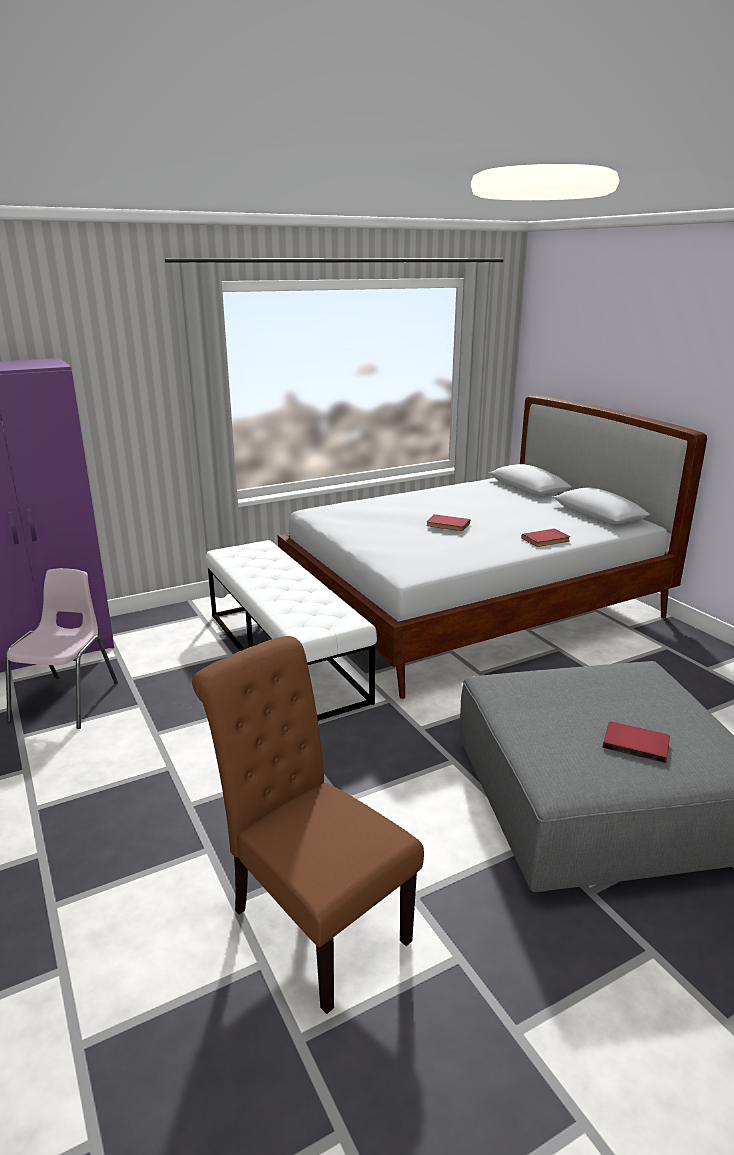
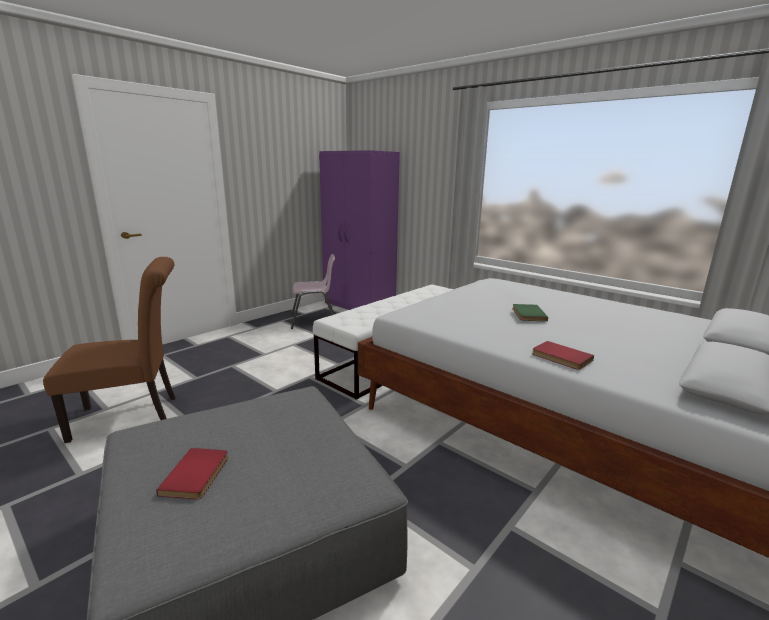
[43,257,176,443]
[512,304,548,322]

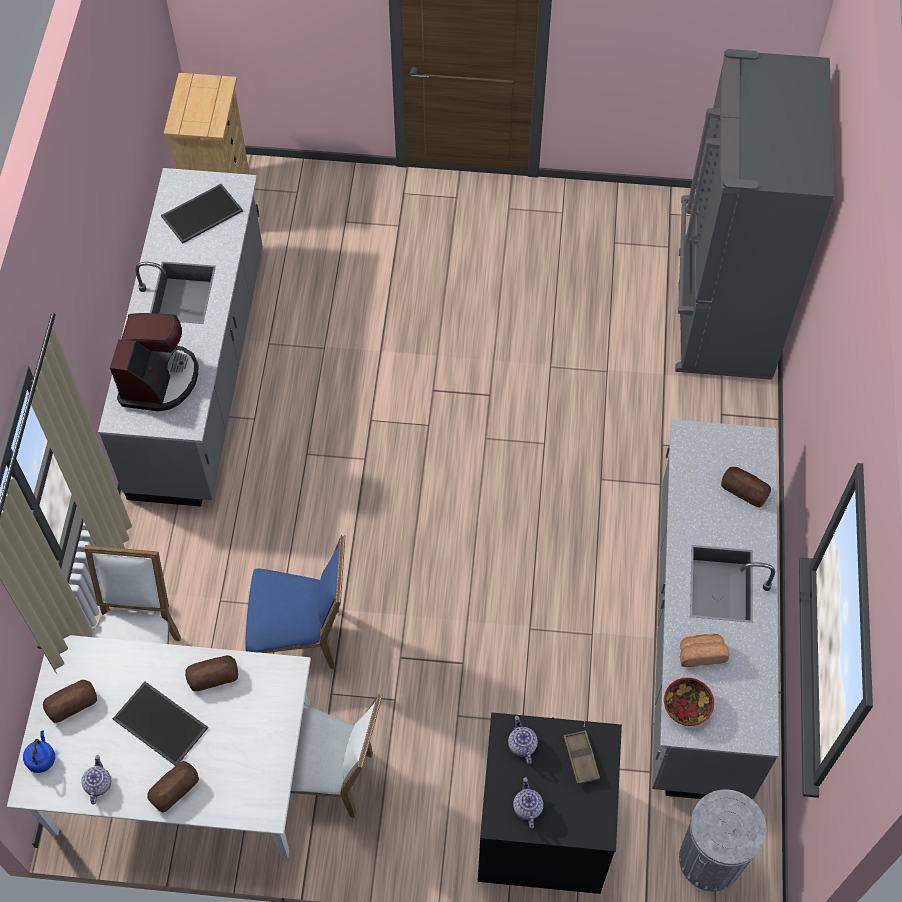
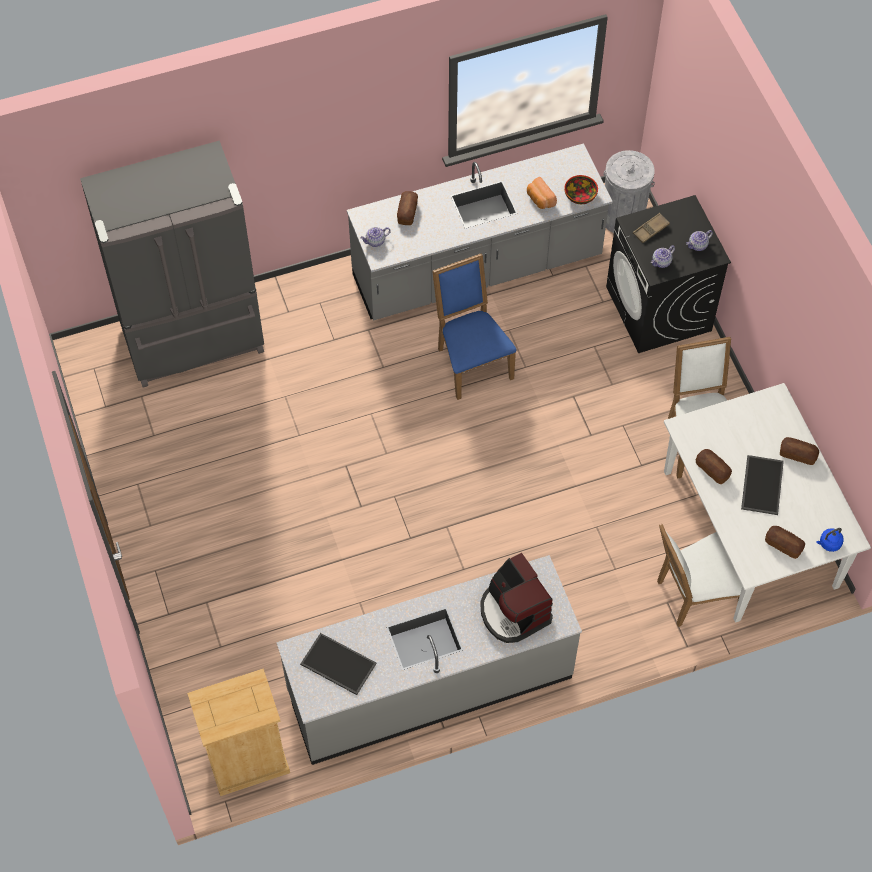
[360,227,391,247]
[432,253,517,400]
[480,553,553,643]

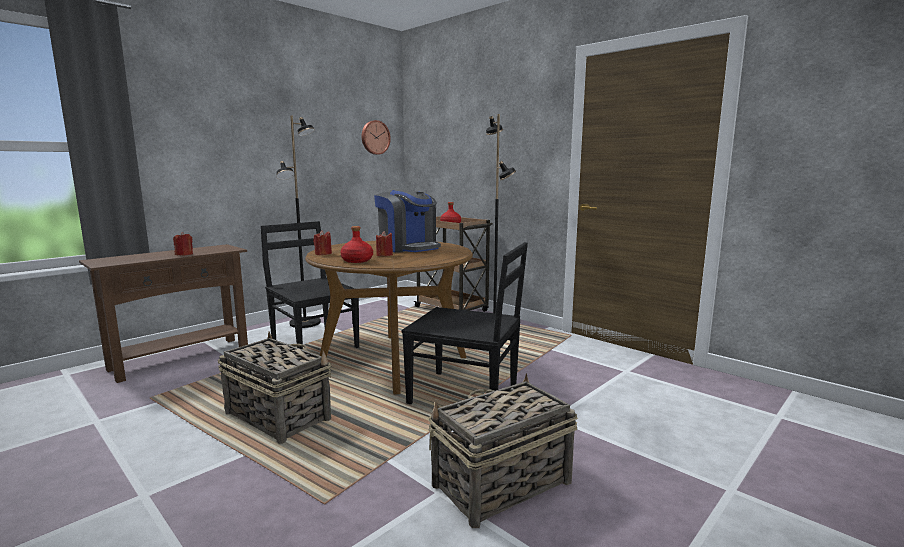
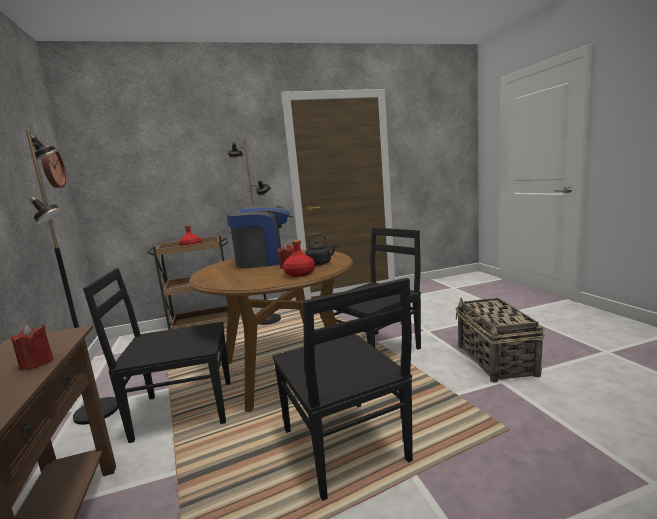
[272,278,413,501]
[305,233,337,265]
[313,230,332,255] (first image)

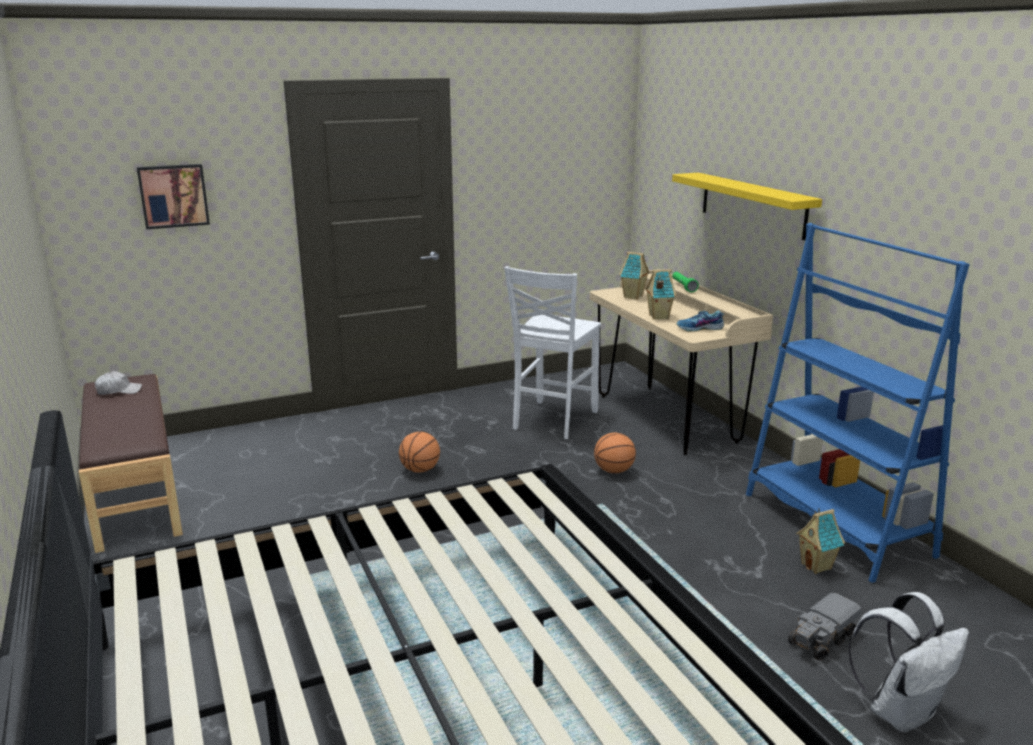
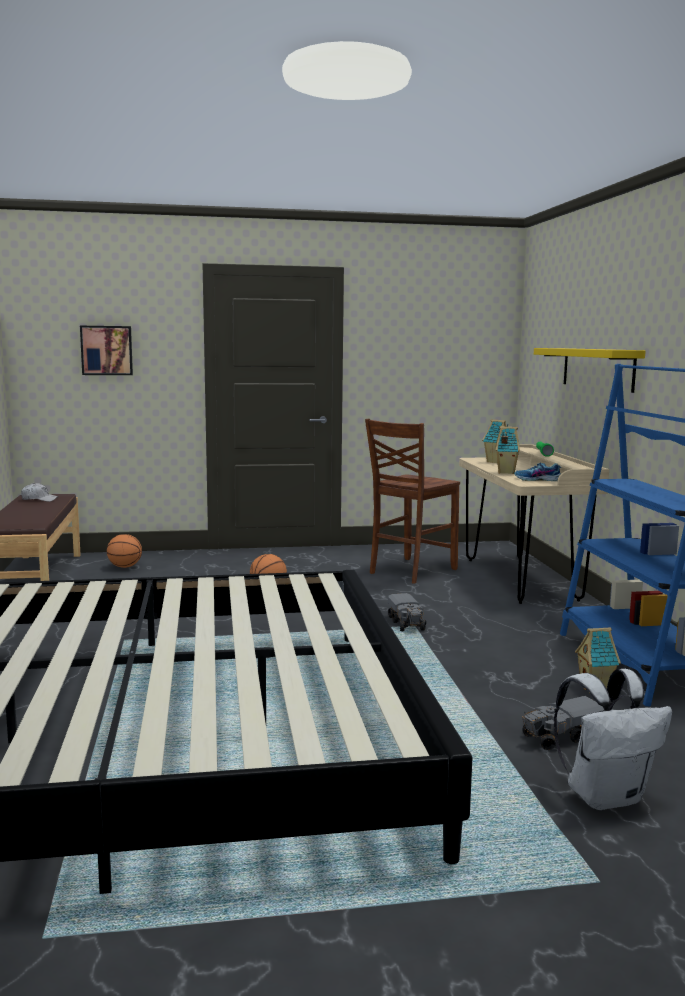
[107,534,142,568]
[365,419,460,584]
[388,593,426,631]

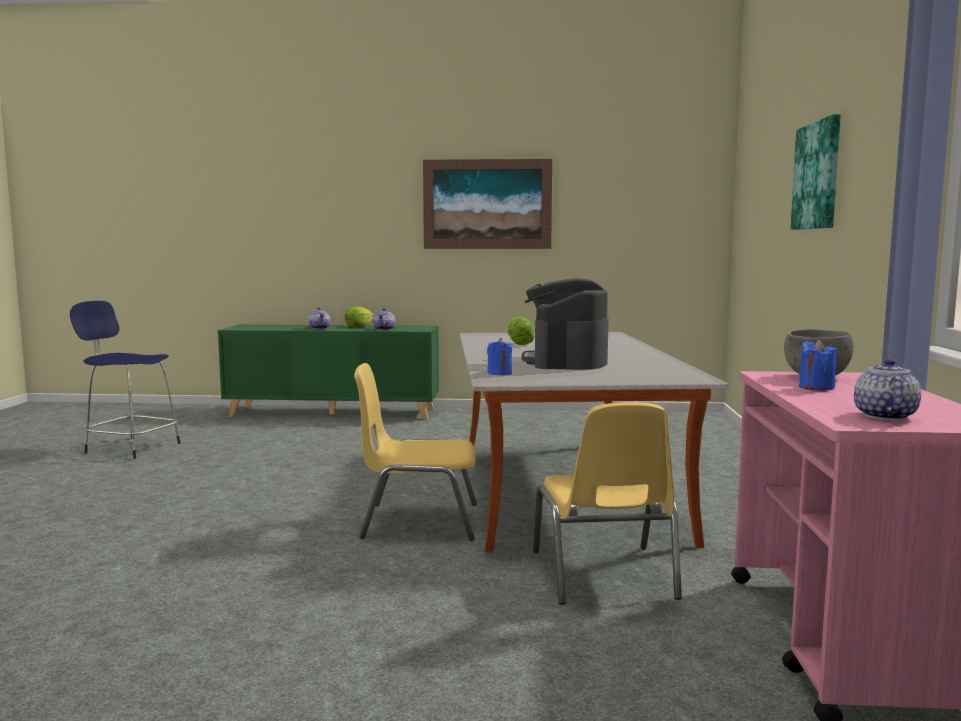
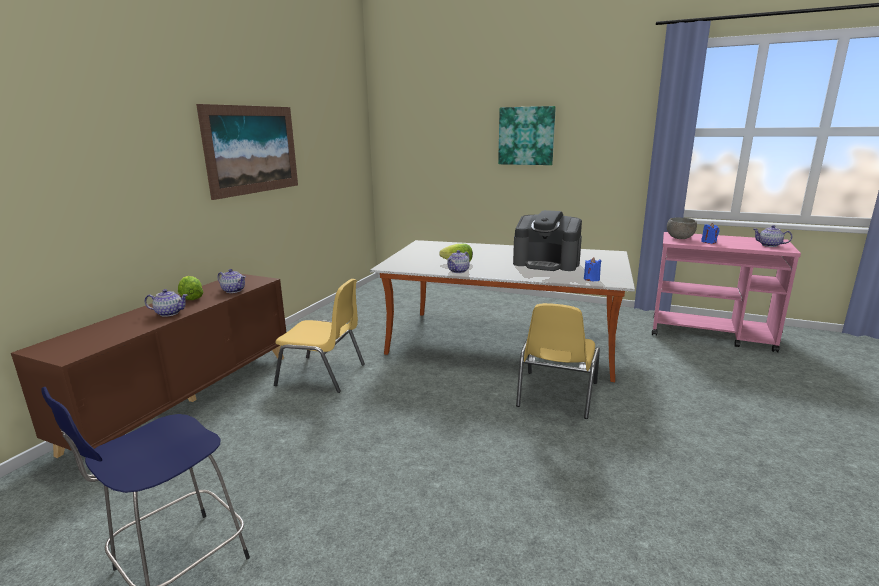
[11,274,286,458]
[274,279,365,393]
[447,250,470,273]

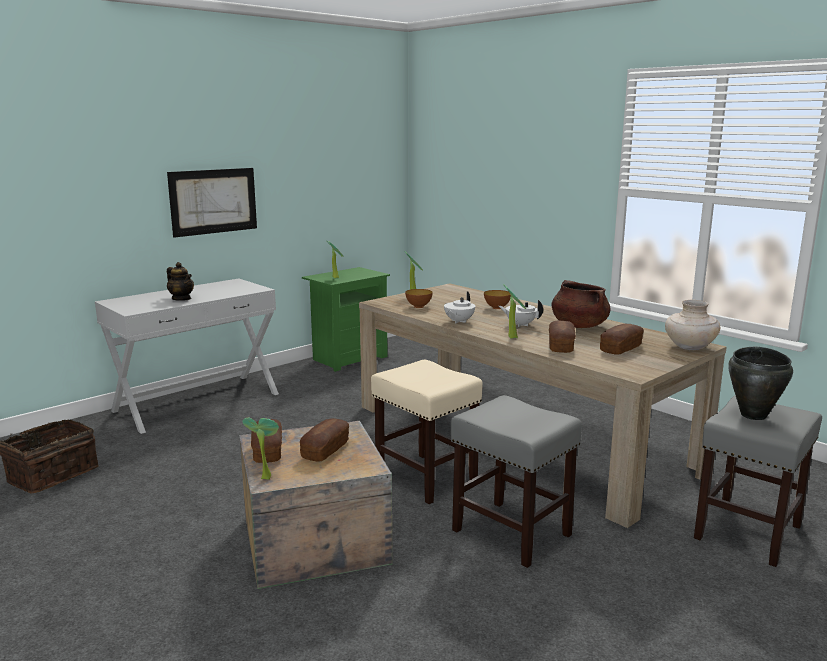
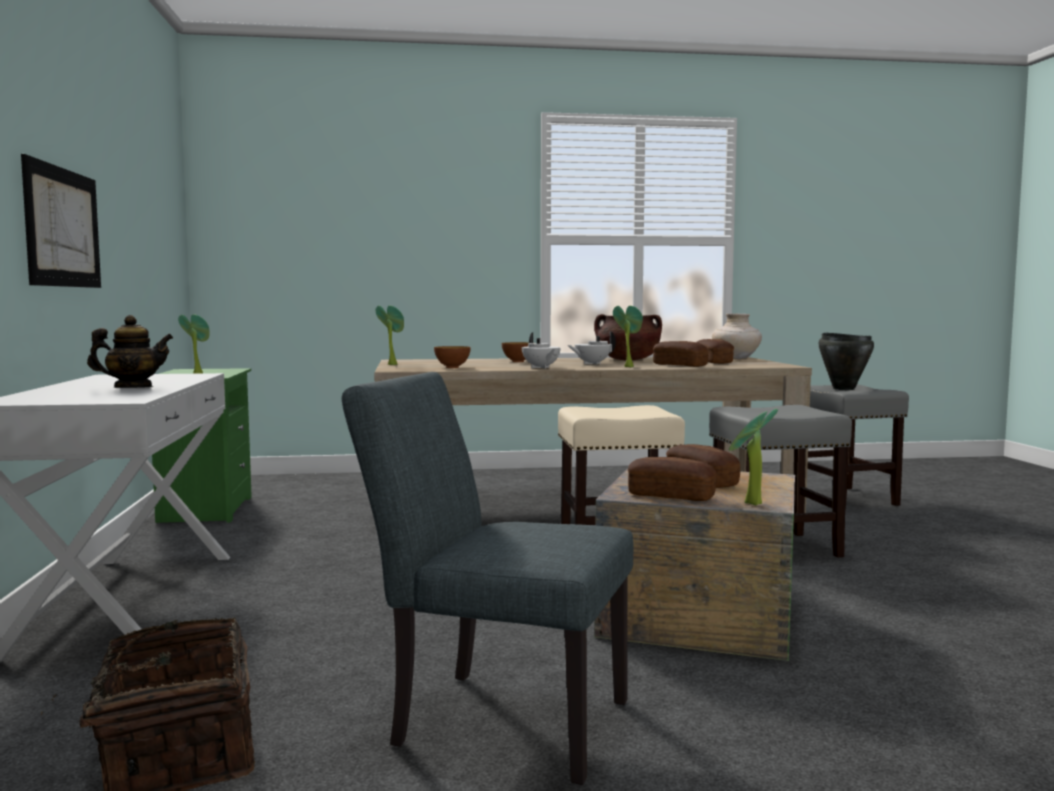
[342,372,633,785]

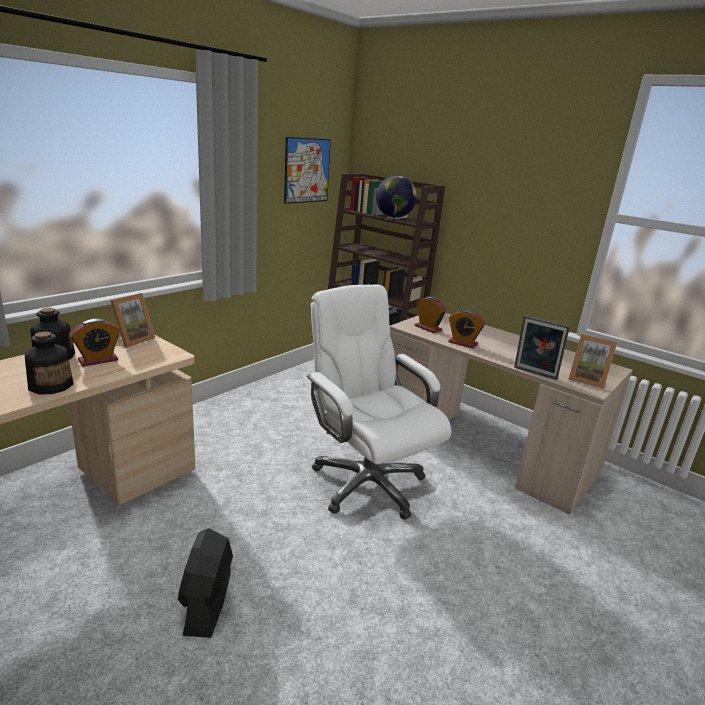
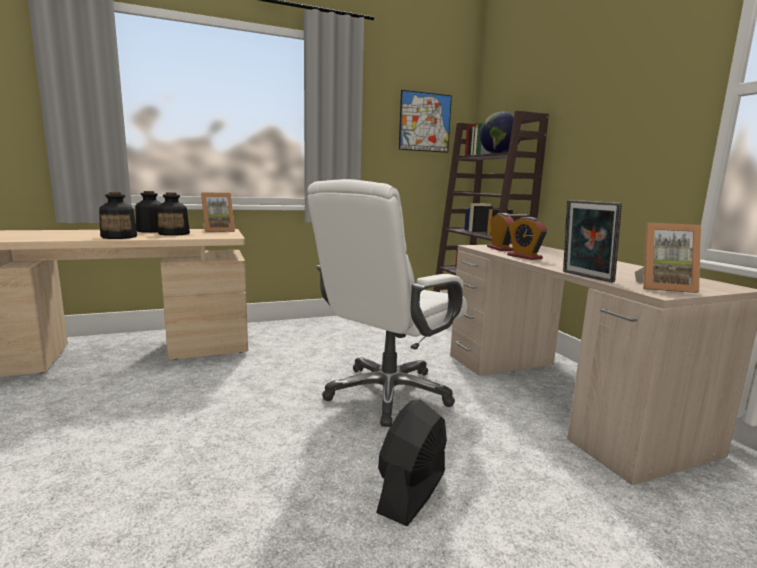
[157,192,190,236]
[307,179,467,427]
[376,399,447,526]
[635,223,701,293]

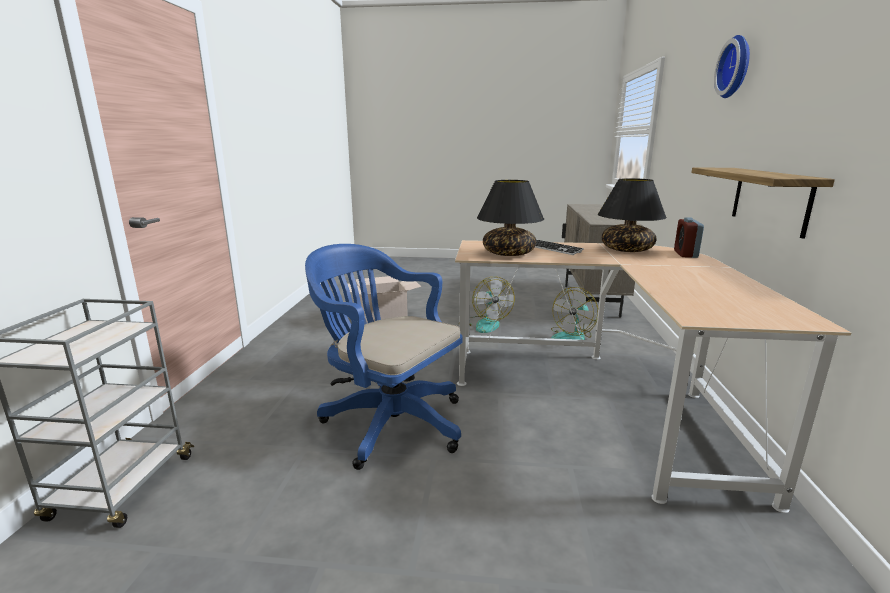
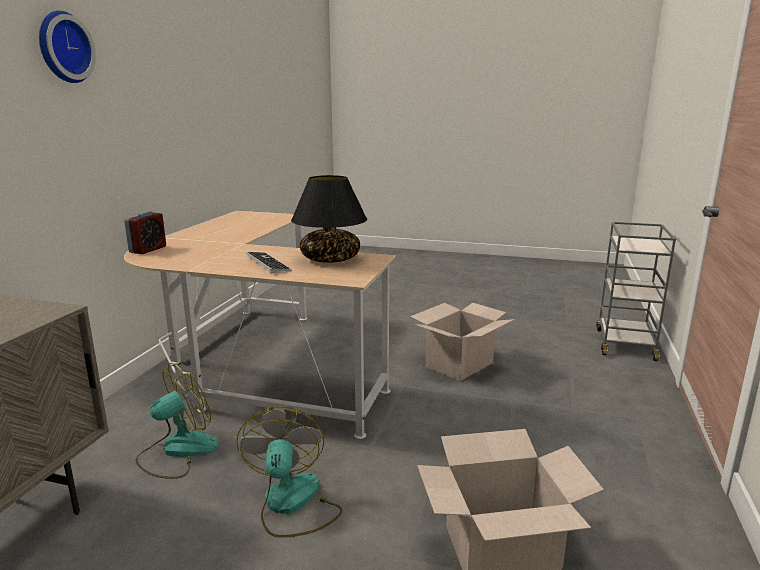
[410,303,514,381]
[598,178,667,252] (first image)
[691,168,835,239] (first image)

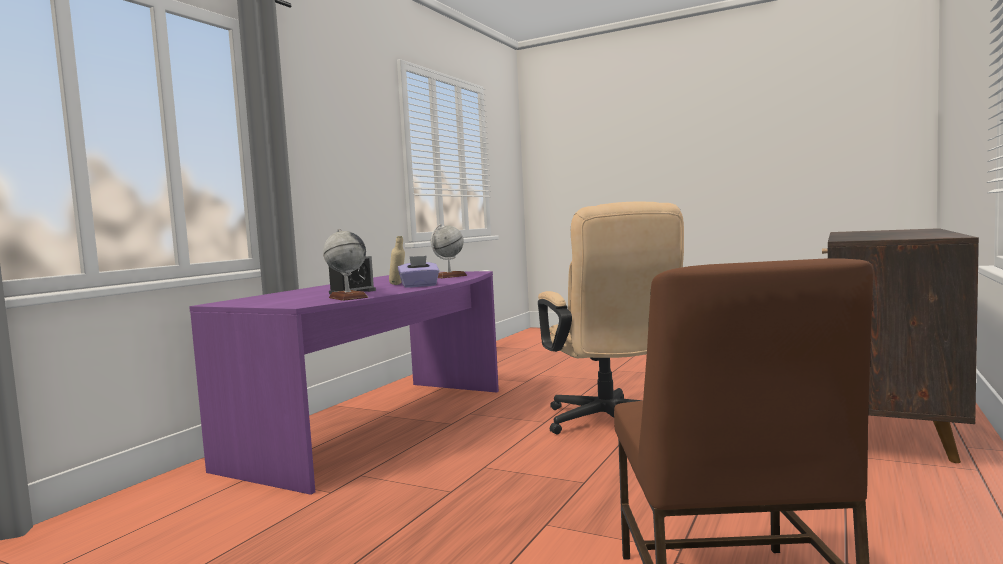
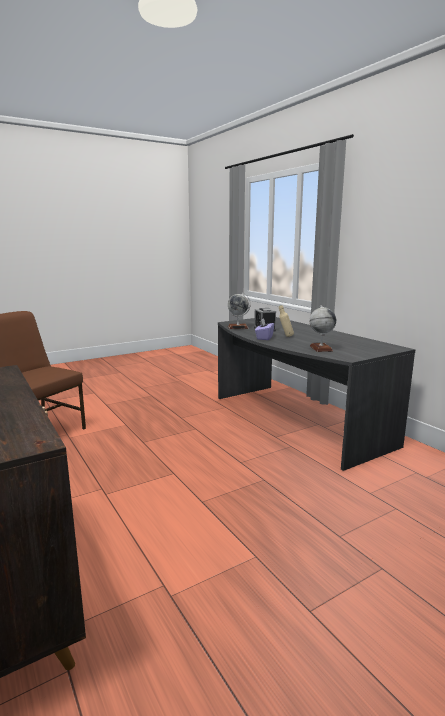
[218,317,416,471]
[538,202,684,434] (first image)

